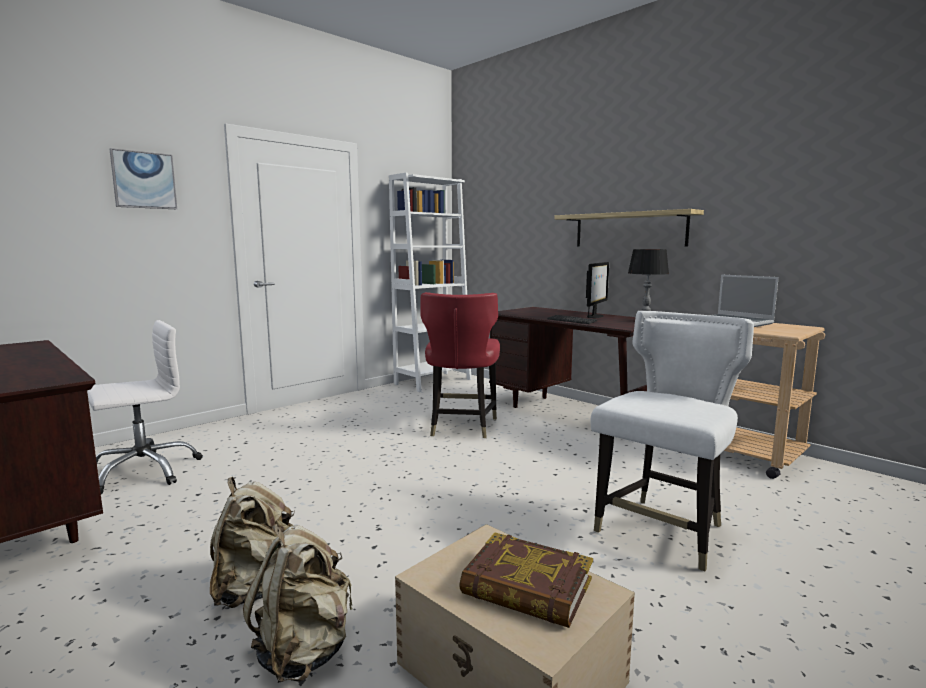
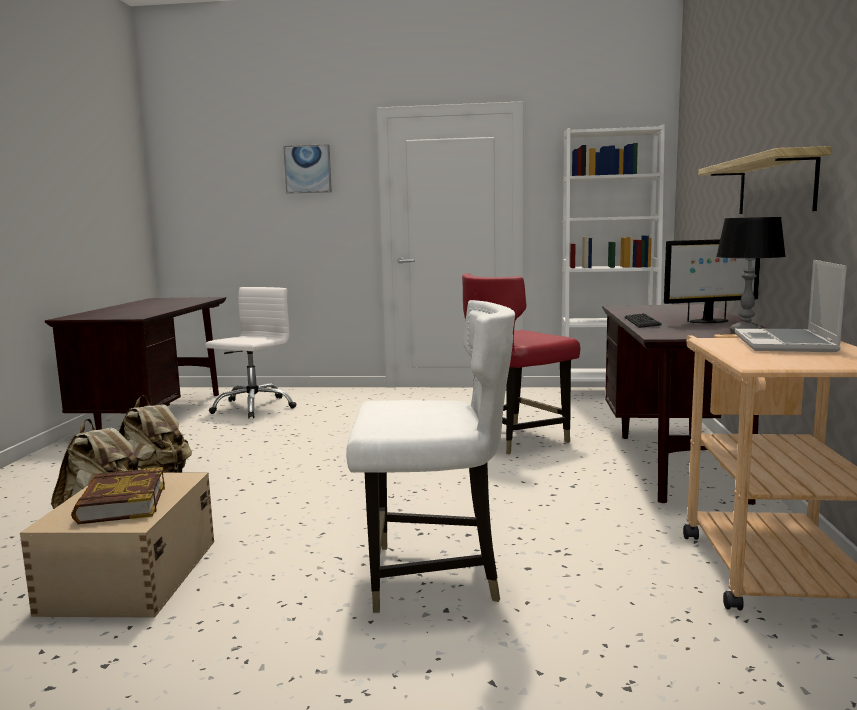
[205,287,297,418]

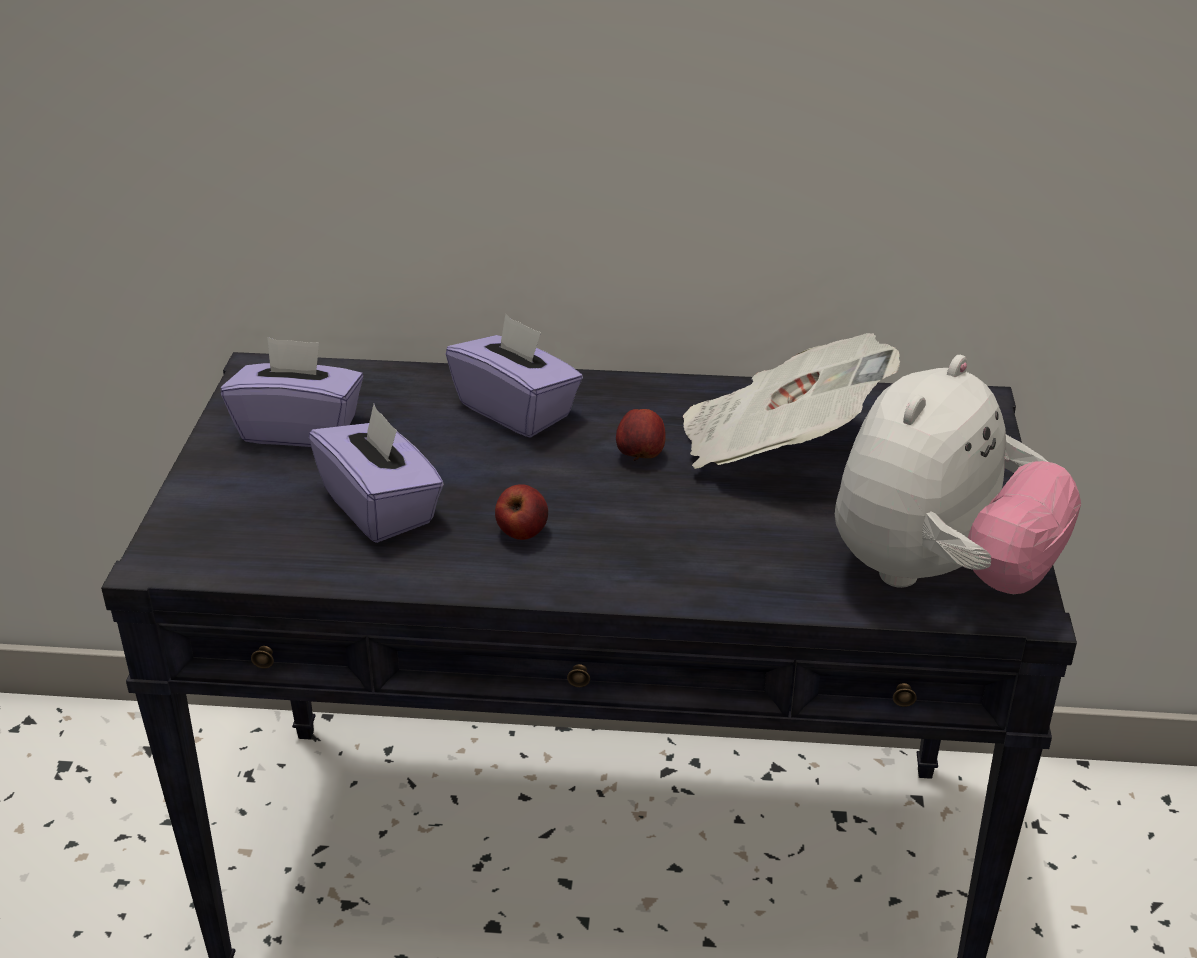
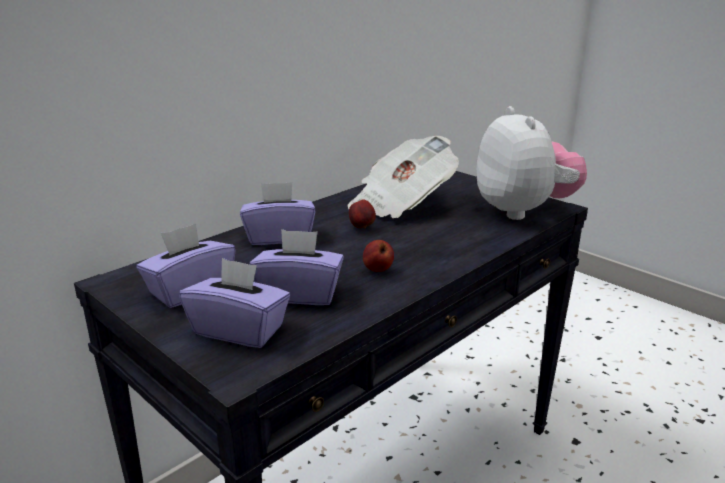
[179,258,290,348]

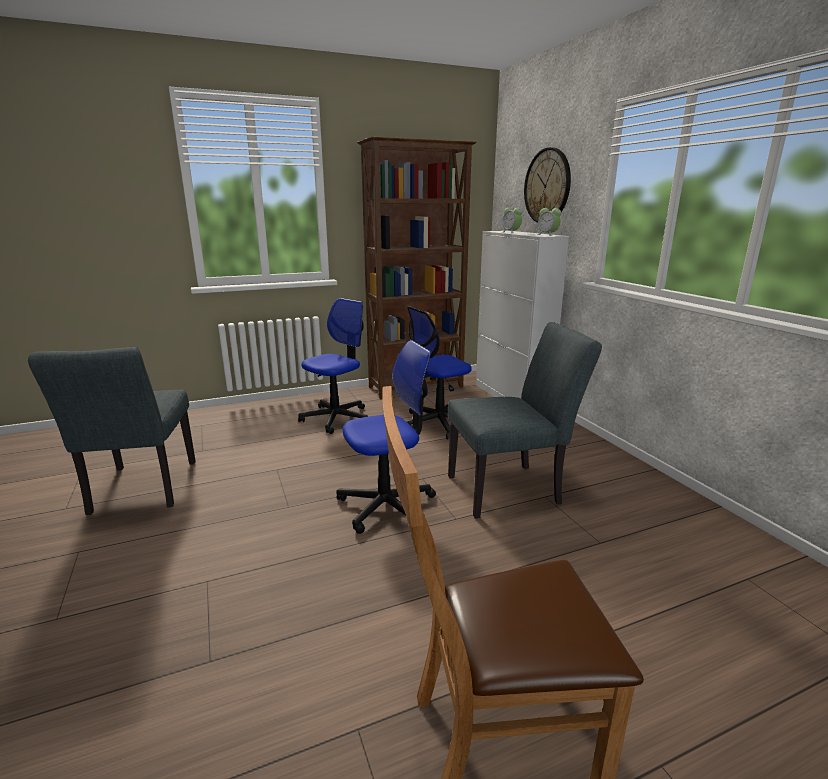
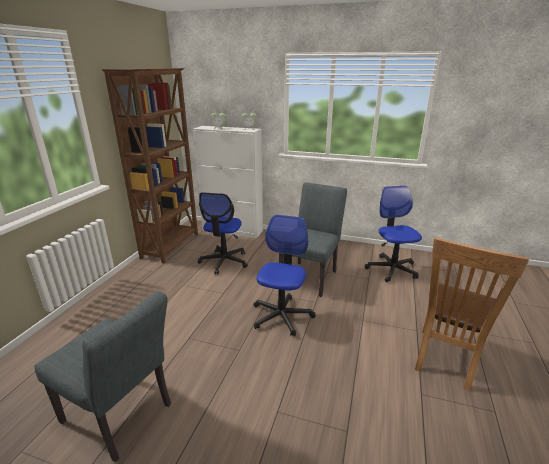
[365,186,422,282]
[524,147,571,223] (first image)

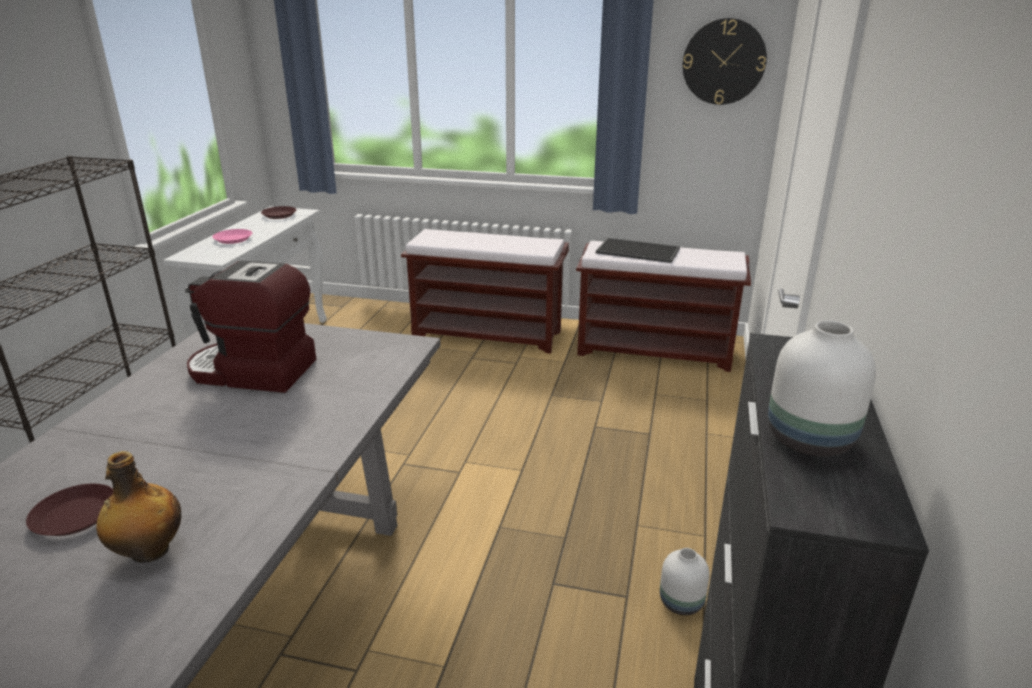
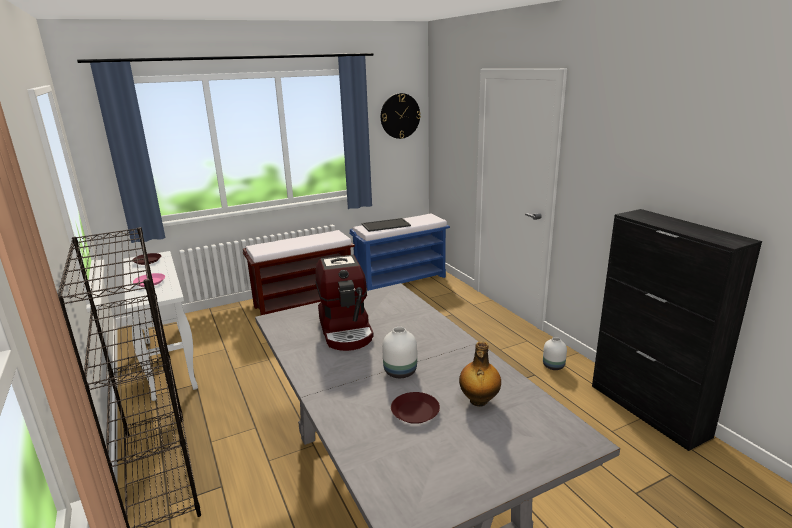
[315,255,374,351]
[350,214,450,291]
[382,327,417,378]

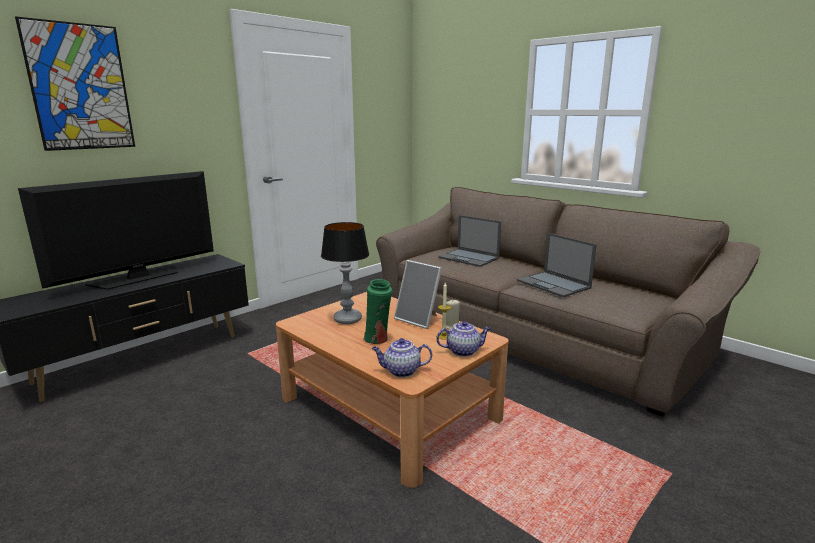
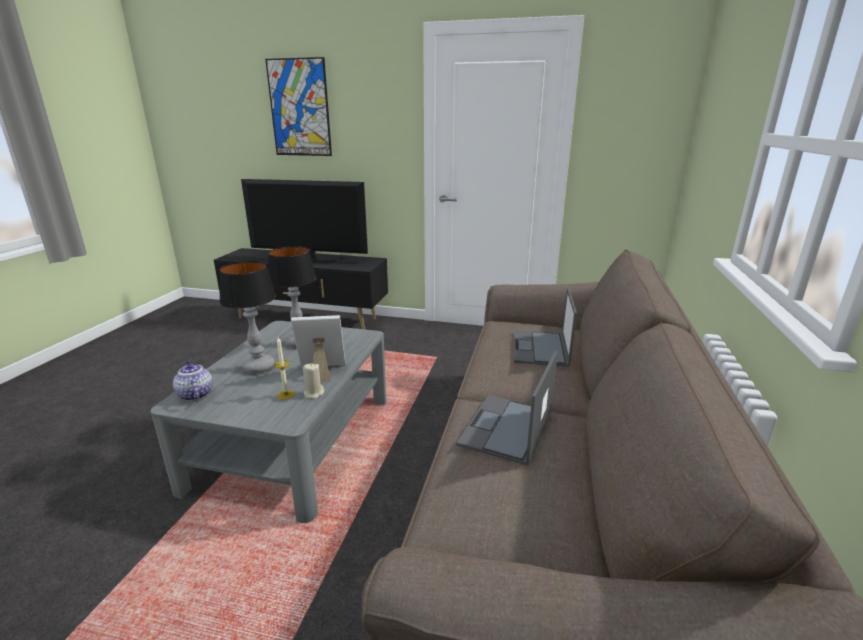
[150,321,386,523]
[219,261,276,373]
[291,315,346,382]
[436,321,491,357] (first image)

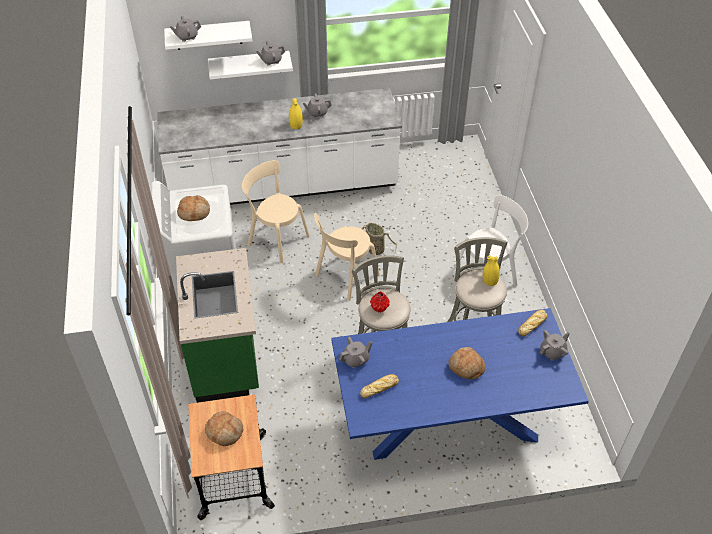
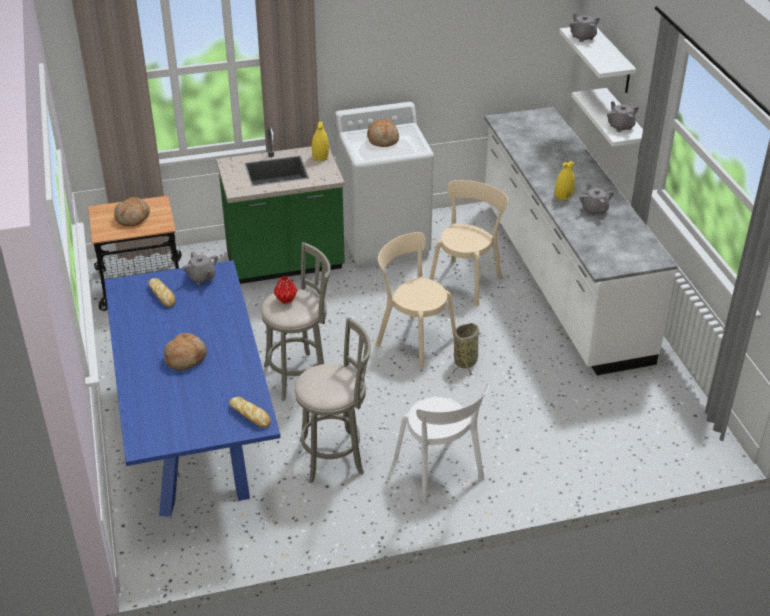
[312,122,329,161]
[540,330,570,360] (first image)

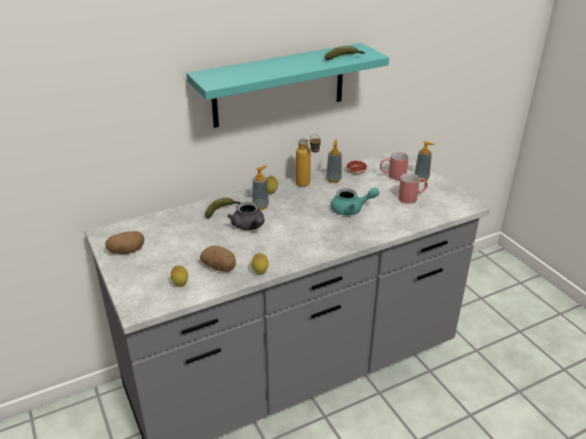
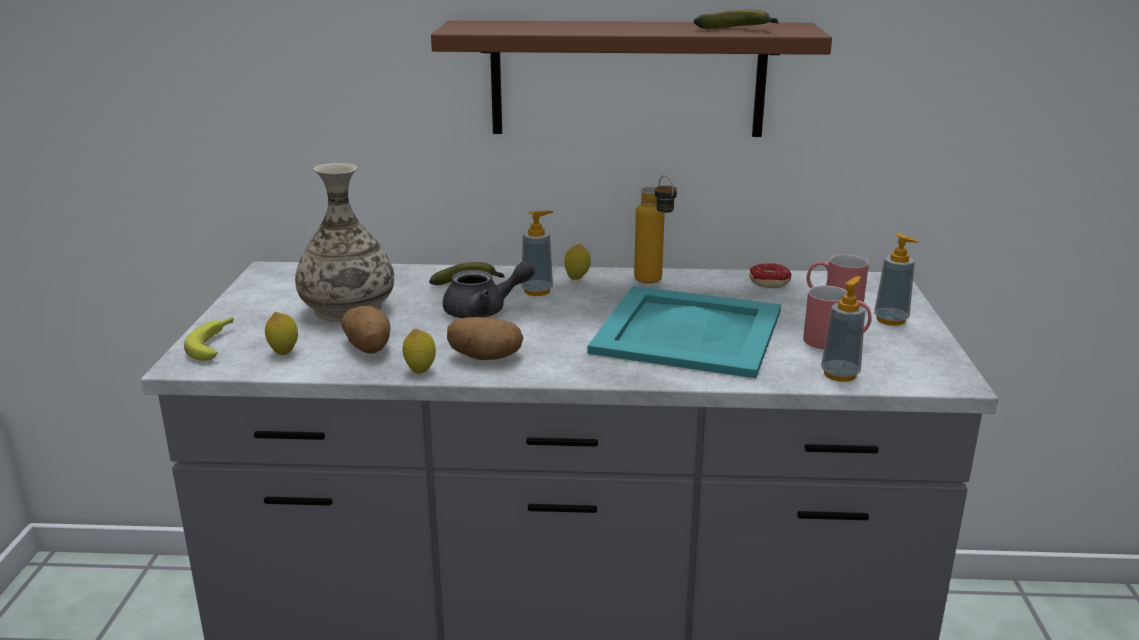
[184,317,233,361]
[295,163,394,322]
[431,20,832,137]
[443,261,535,318]
[447,317,523,360]
[588,286,781,378]
[821,276,865,382]

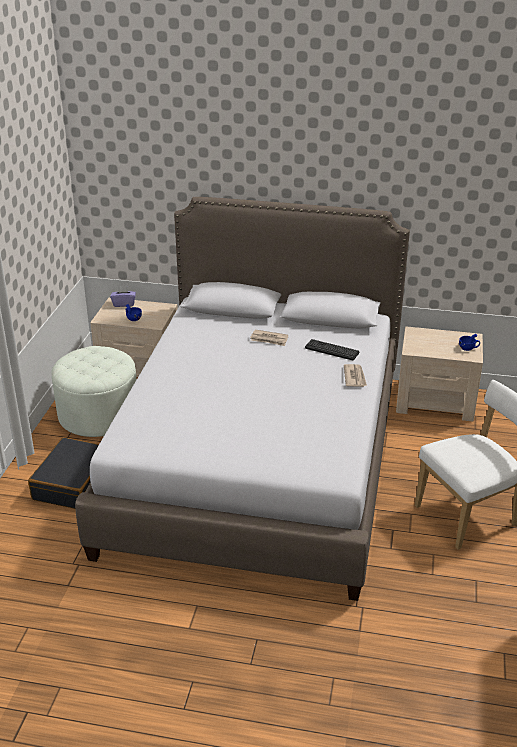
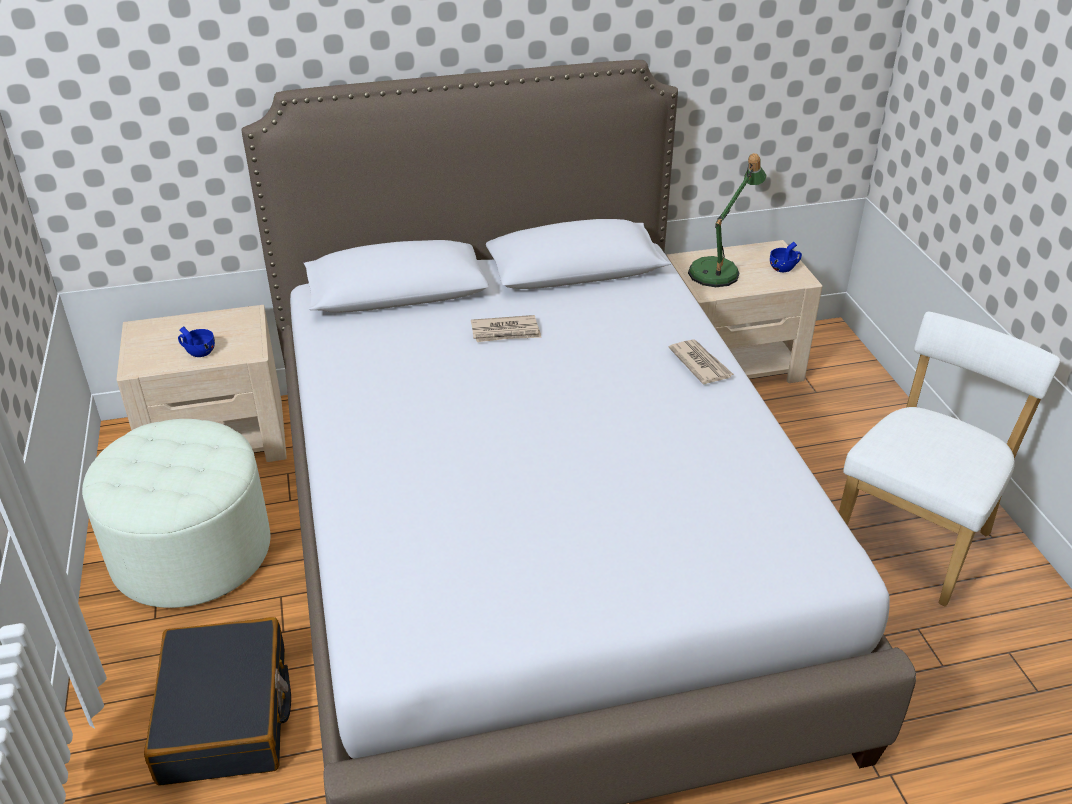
[688,153,767,287]
[110,286,136,307] (first image)
[305,339,359,361] (first image)

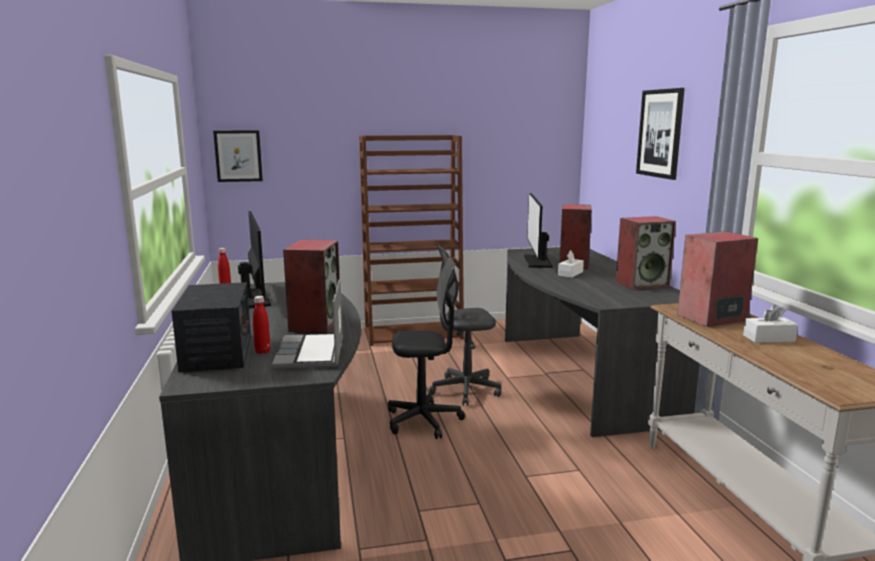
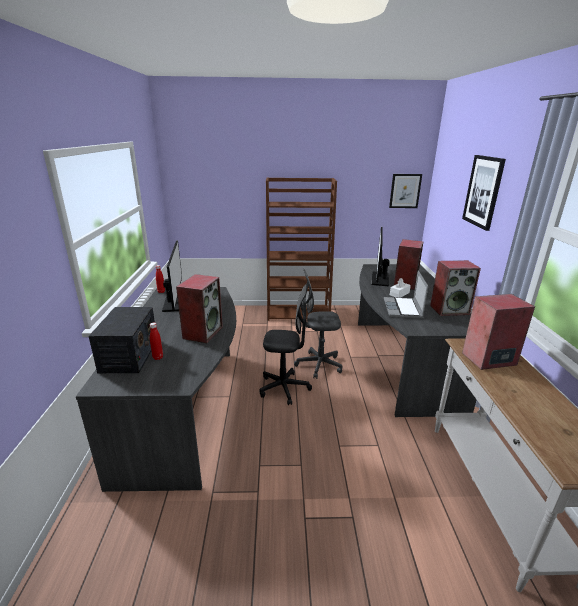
[384,270,428,318]
[389,174,422,208]
[743,305,798,343] (first image)

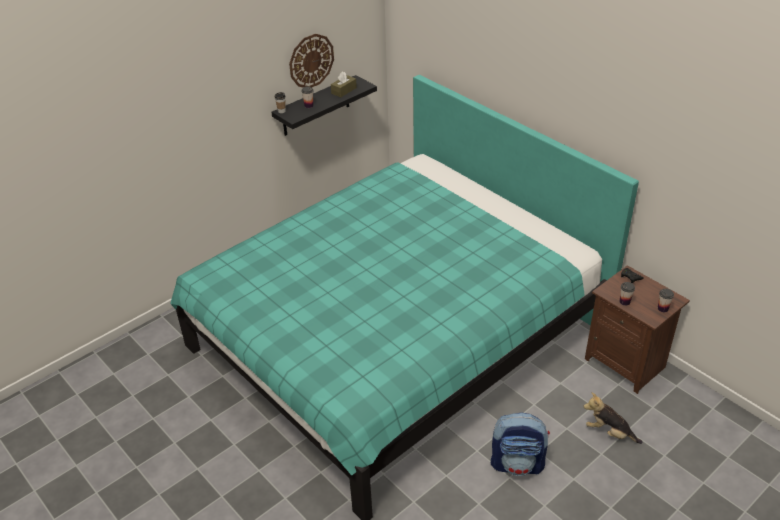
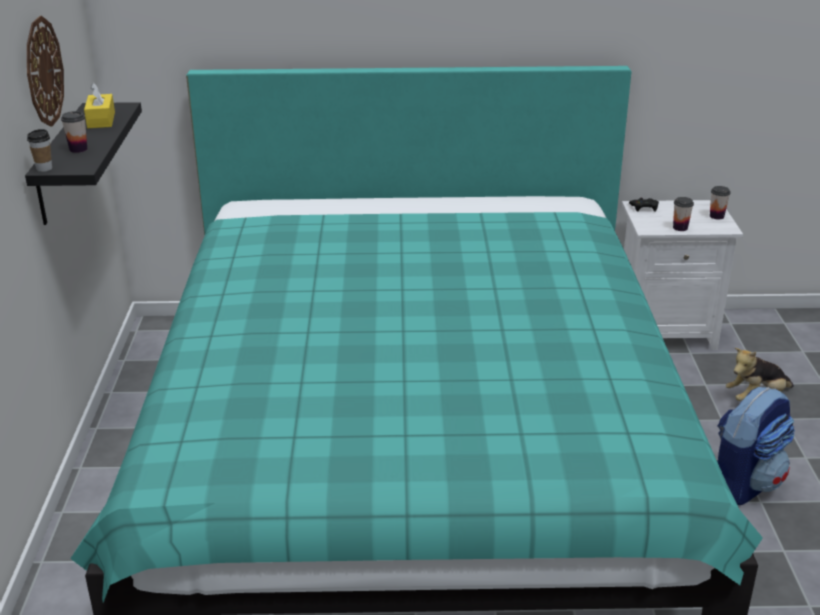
[84,83,115,128]
[622,200,743,350]

